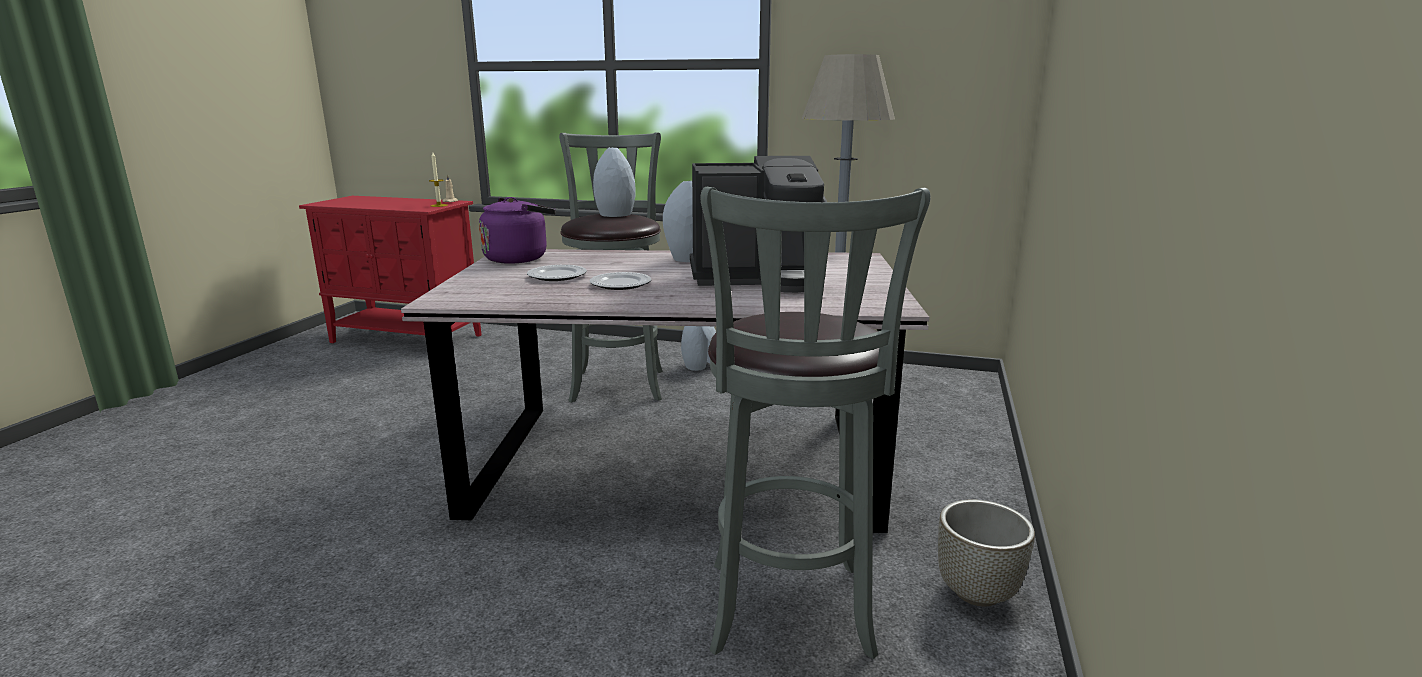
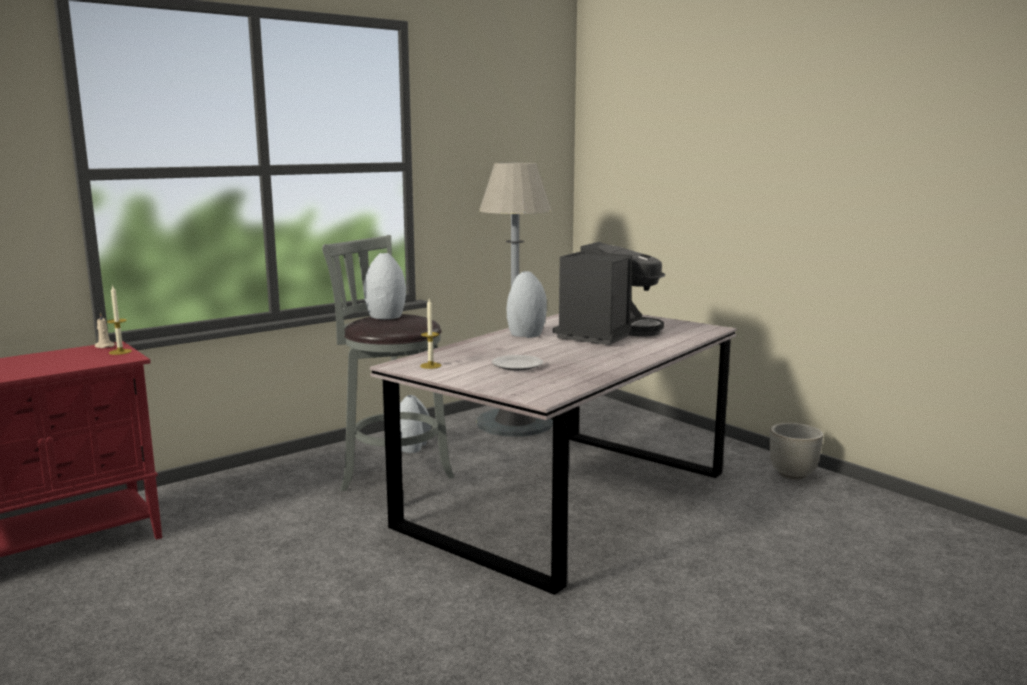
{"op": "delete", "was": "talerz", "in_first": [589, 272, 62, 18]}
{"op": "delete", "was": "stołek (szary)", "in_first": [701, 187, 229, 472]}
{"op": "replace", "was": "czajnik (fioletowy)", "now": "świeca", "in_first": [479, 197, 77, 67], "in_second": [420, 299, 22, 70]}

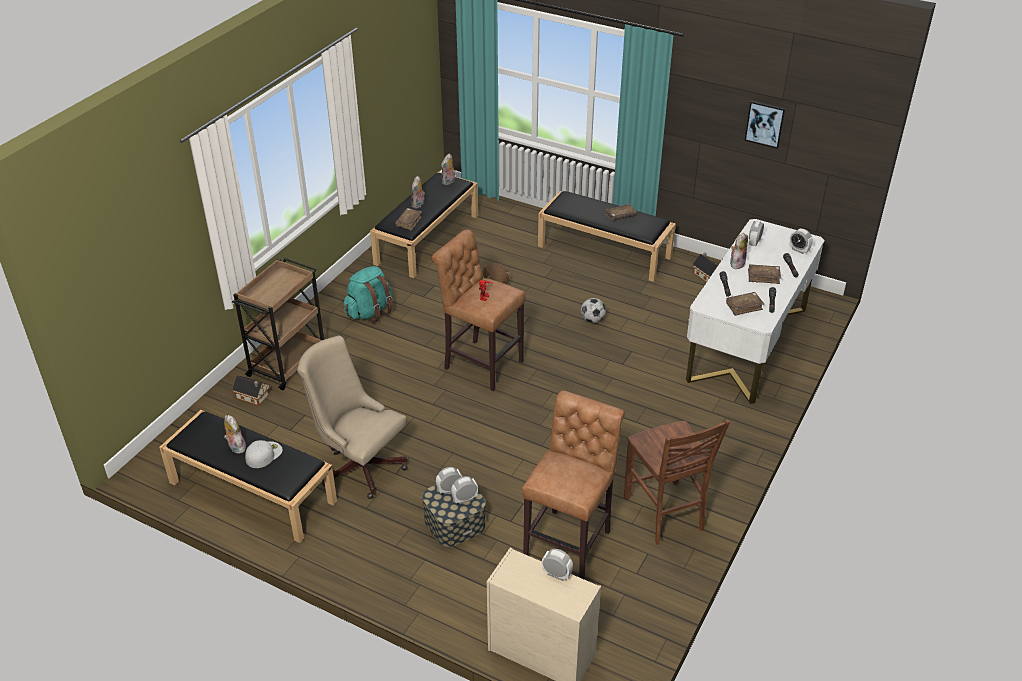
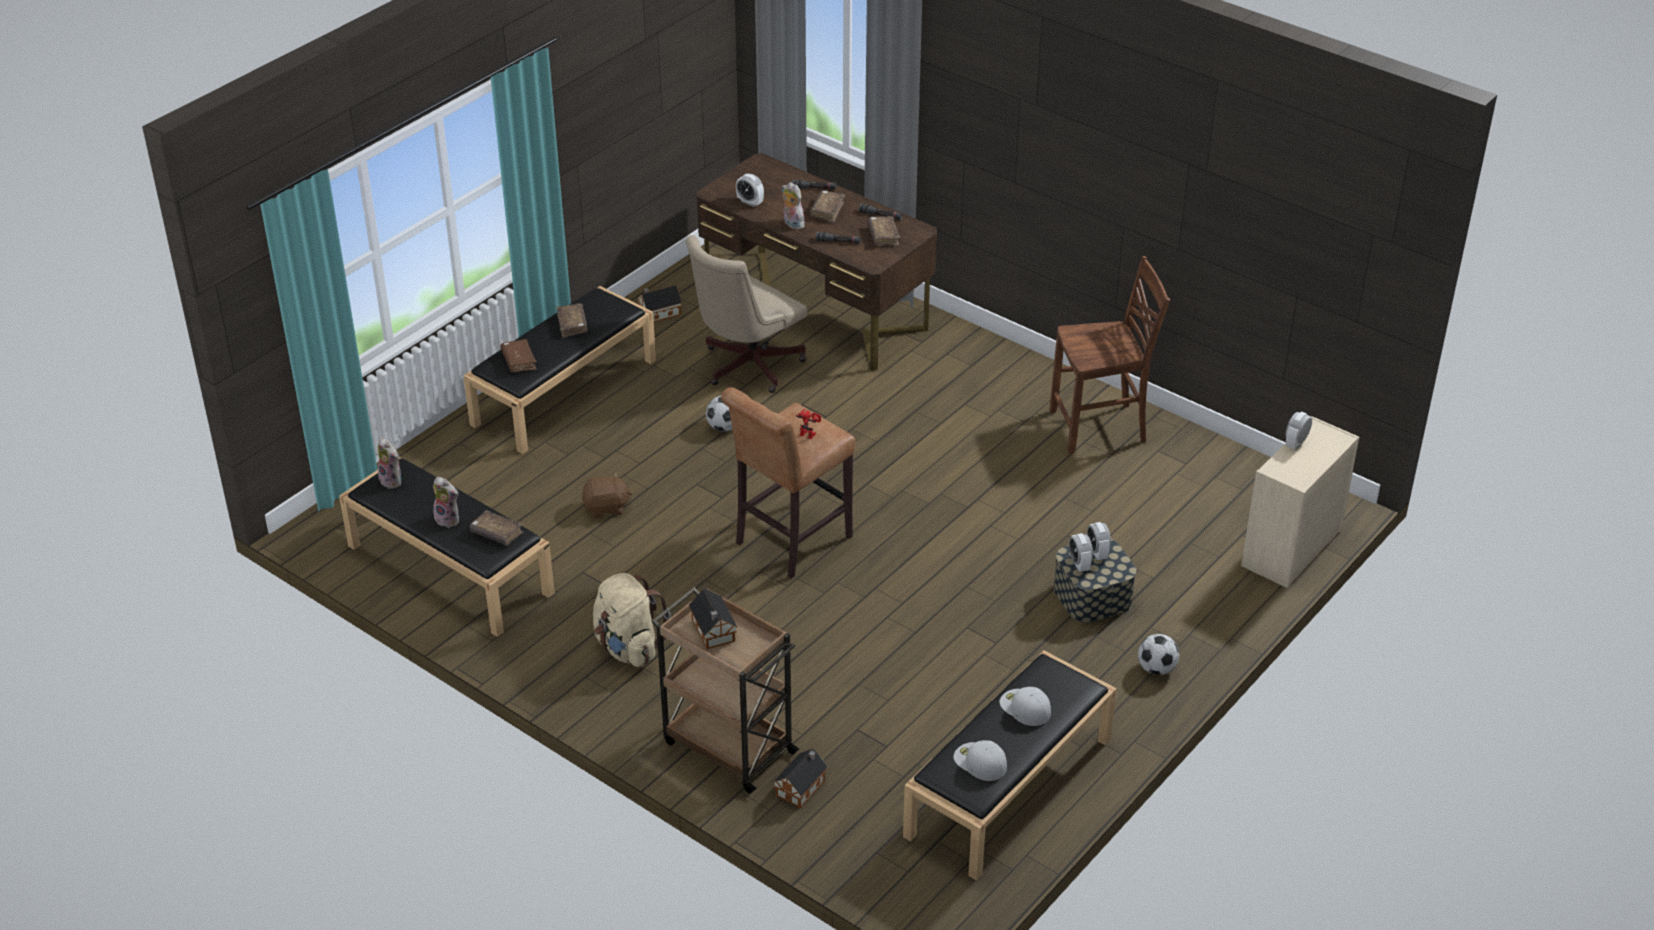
{"op": "delete", "was": "pluszak", "in_first": [224, 415, 22, 39]}
{"op": "delete", "was": "stołek (brązowy)", "in_first": [522, 390, 103, 190]}
{"op": "delete", "was": "obraz", "in_first": [745, 101, 40, 48]}
{"op": "delete", "was": "budzik", "in_first": [789, 229, 24, 25]}
{"op": "insert", "now": "książka (brązowy)", "in_second": [500, 339, 37, 33]}
{"op": "insert", "now": "domek", "in_second": [689, 589, 49, 60]}
{"op": "insert", "now": "czapka z daszkiem (biały)", "in_second": [953, 740, 54, 41]}
{"op": "insert", "now": "piłka futbolowa", "in_second": [1138, 634, 41, 41]}
{"op": "move", "was": "krzesło biurowe (beżowy)", "in_first": [297, 336, 111, 163], "in_second": [686, 235, 121, 158]}
{"op": "recolor", "was": "plecak (turkusowy)", "now": "plecak (beżowy)", "in_first": [344, 266, 49, 57], "in_second": [593, 573, 78, 94]}
{"op": "recolor", "was": "biurko (biały)", "now": "biurko (brązowy)", "in_first": [686, 219, 139, 185], "in_second": [696, 153, 241, 218]}

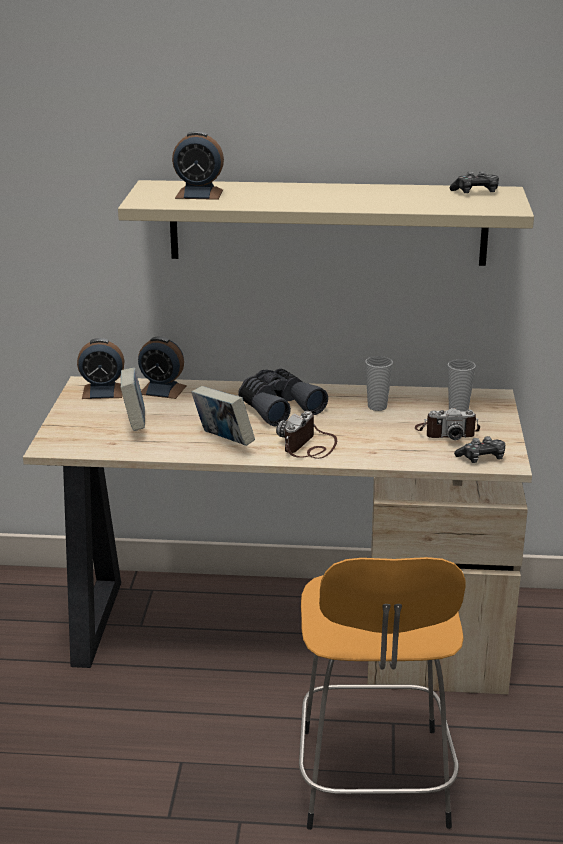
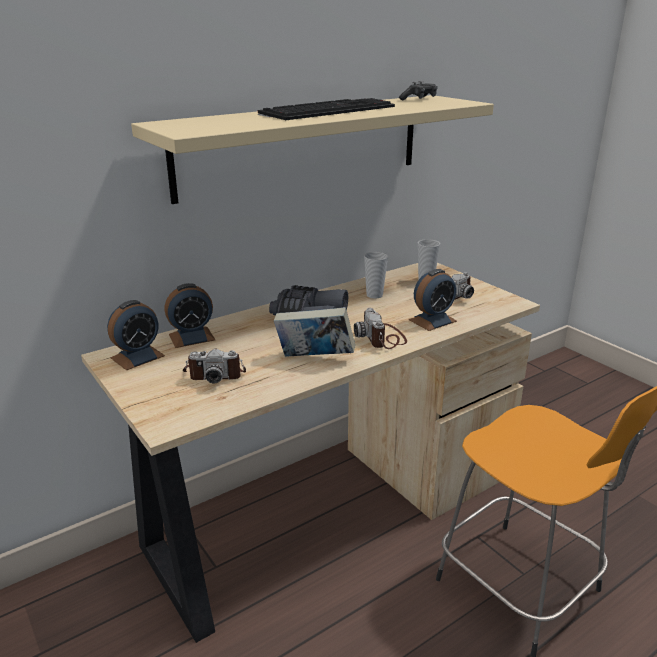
{"op": "delete", "was": "pad do gier", "in_first": [454, 436, 51, 27]}
{"op": "insert", "now": "klawiatura", "in_second": [258, 98, 137, 22]}
{"op": "move", "was": "budzik", "in_first": [172, 131, 52, 69], "in_second": [409, 269, 48, 62]}
{"op": "replace", "was": "książka", "now": "aparat fotograficzny", "in_first": [120, 367, 25, 64], "in_second": [183, 349, 63, 35]}

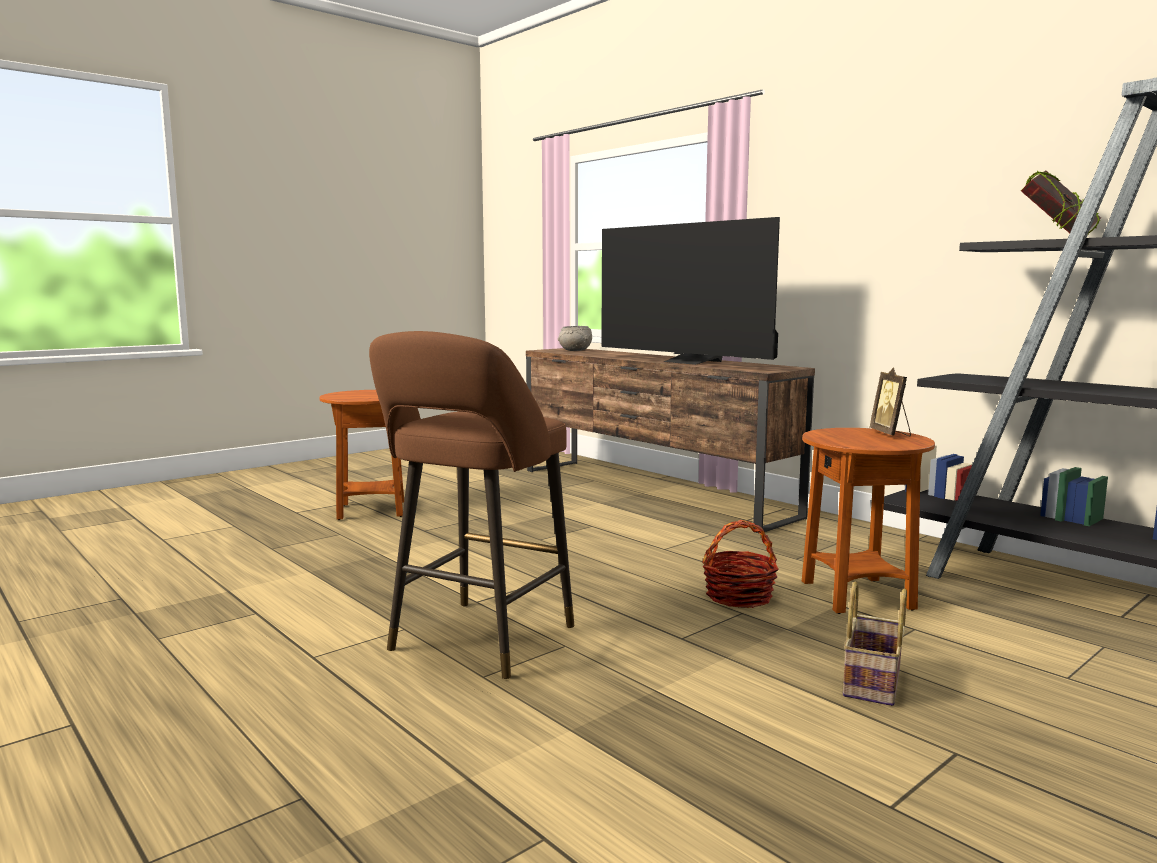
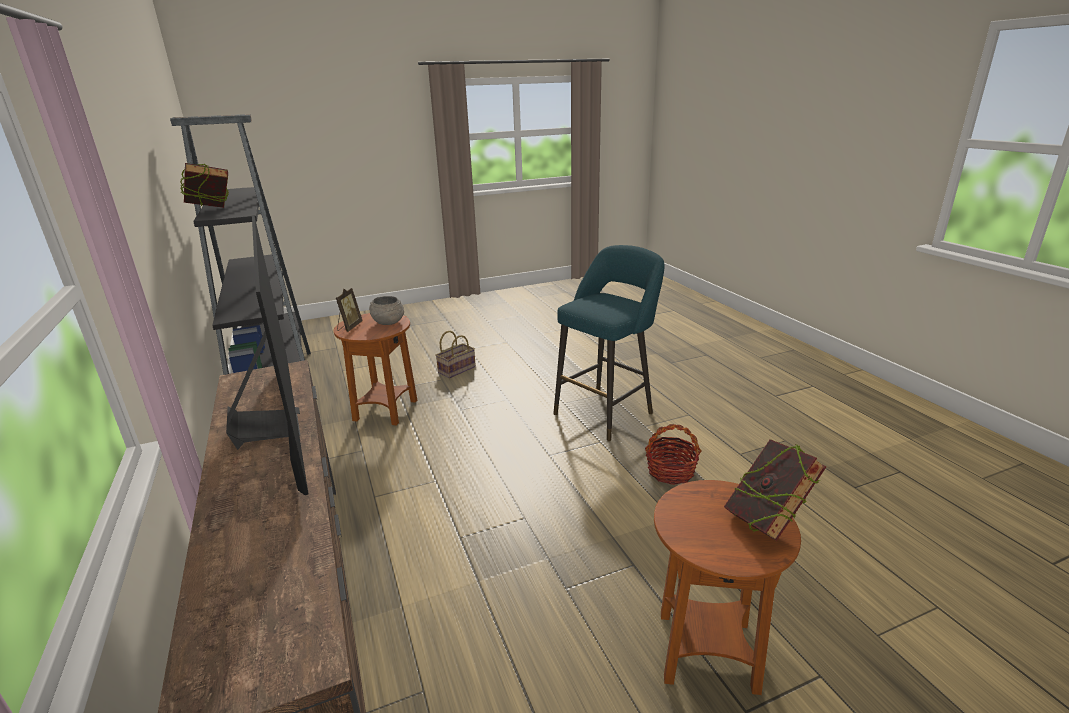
{"op": "insert", "now": "książka", "in_second": [724, 439, 102, 102]}
{"op": "move", "was": "miska (szary)", "in_first": [558, 326, 34, 25], "in_second": [369, 296, 35, 29]}
{"op": "move", "was": "koszyk", "in_first": [703, 520, 76, 88], "in_second": [645, 424, 56, 61]}
{"op": "recolor", "was": "stołek (brązowy)", "now": "stołek (turkusowy)", "in_first": [369, 331, 205, 348], "in_second": [553, 245, 112, 196]}

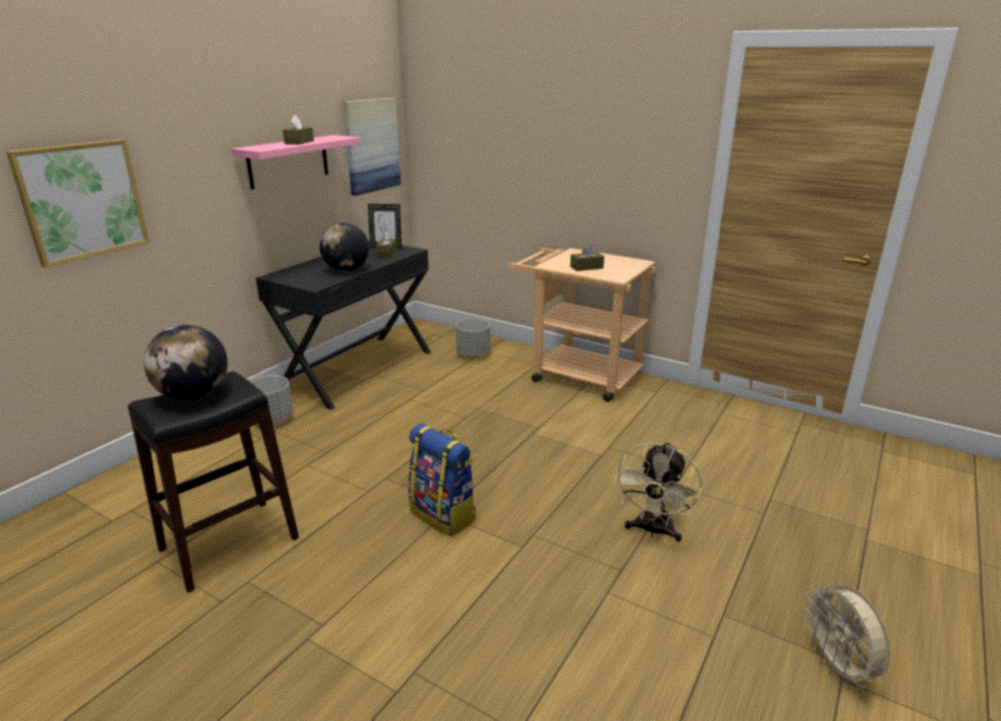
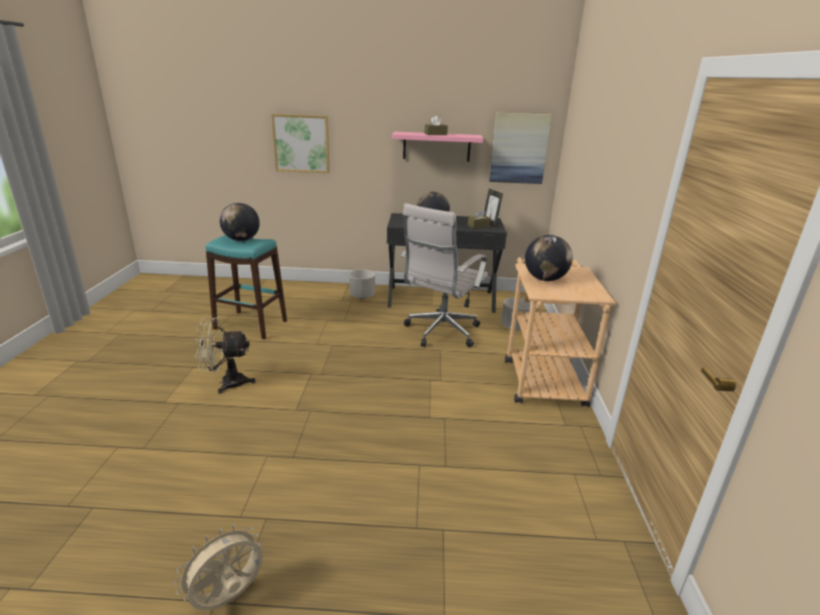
{"op": "delete", "was": "plecak", "in_first": [408, 423, 68, 113]}
{"op": "insert", "now": "krzesło biurowe (biały)", "in_second": [400, 203, 88, 144]}
{"op": "move", "was": "wentylator (beżowy)", "in_first": [614, 442, 88, 100], "in_second": [194, 318, 62, 76]}
{"op": "replace", "was": "pudełko chusteczek (brązowy)", "now": "globus", "in_first": [570, 243, 34, 28], "in_second": [525, 235, 48, 46]}
{"op": "recolor", "was": "stołek (czarny)", "now": "stołek (turkusowy)", "in_first": [128, 371, 171, 222], "in_second": [205, 235, 82, 104]}

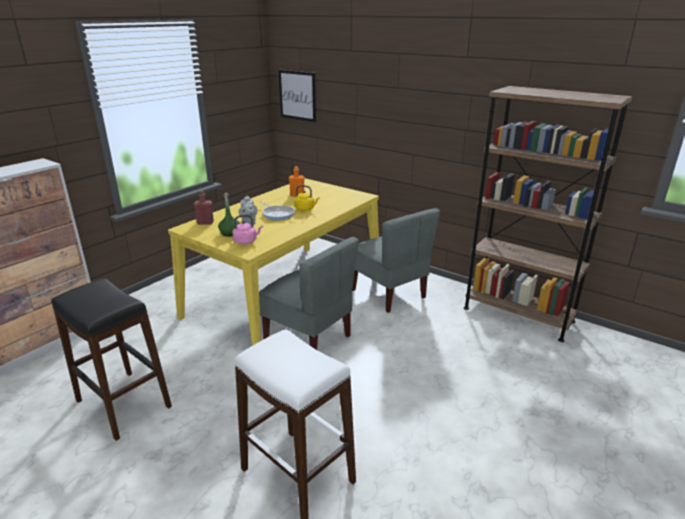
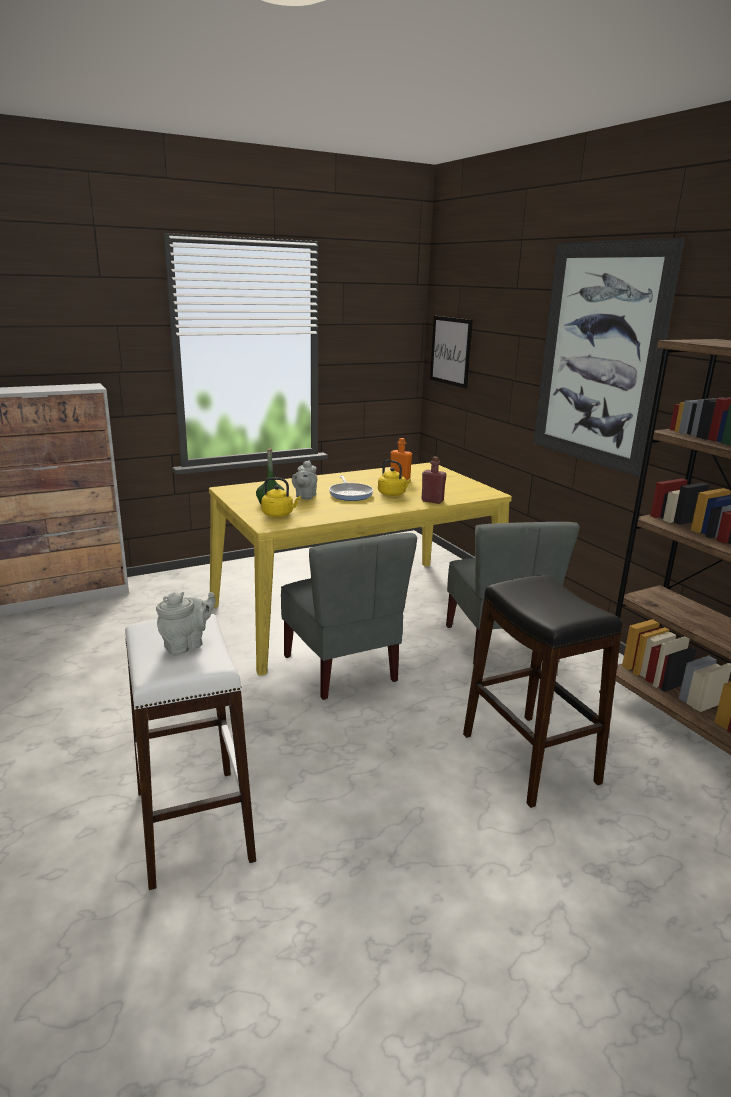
{"op": "insert", "now": "imbryk (szary)", "in_second": [156, 592, 60, 63]}
{"op": "insert", "now": "obraz", "in_second": [533, 238, 152, 240]}
{"op": "move", "was": "stołek (czarny)", "in_first": [51, 279, 121, 162], "in_second": [463, 575, 160, 233]}
{"op": "move", "was": "butelka (czerwony)", "in_first": [194, 191, 20, 34], "in_second": [421, 457, 26, 47]}
{"op": "recolor", "was": "czajnik (różowy)", "now": "czajnik (żółty)", "in_first": [232, 215, 31, 29], "in_second": [261, 477, 40, 40]}

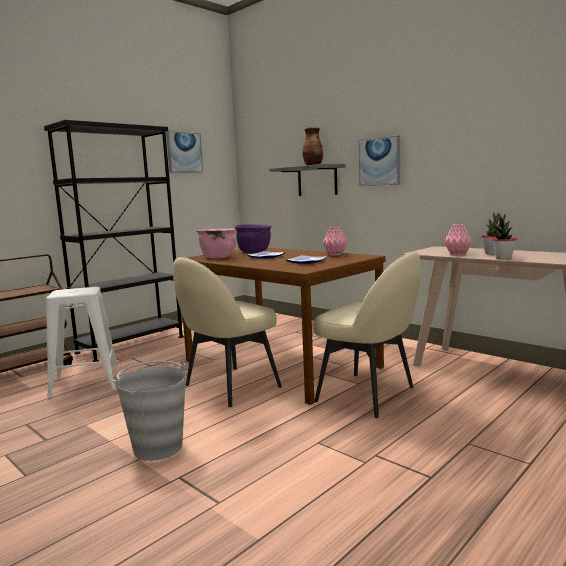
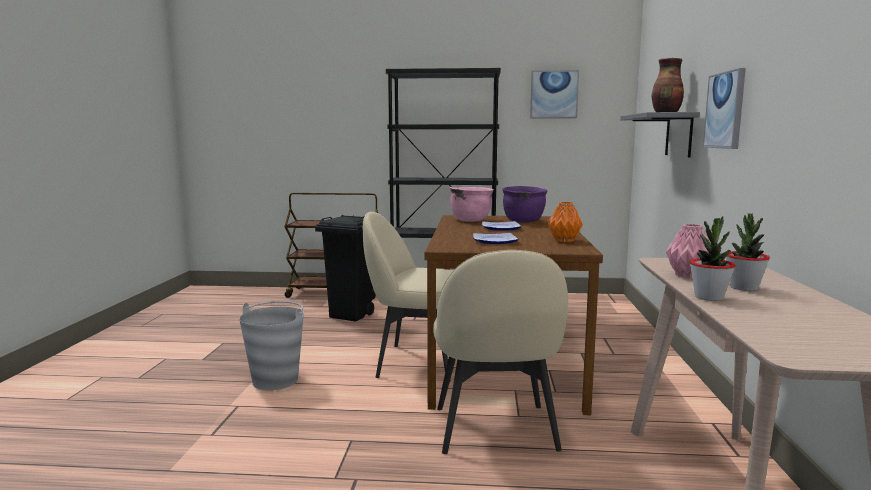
{"op": "replace", "was": "stołek (biały)", "now": "kosz na śmieci (czarny)", "in_first": [46, 287, 73, 111], "in_second": [315, 215, 59, 107]}
{"op": "recolor", "was": "wazon (różowy)", "now": "wazon (pomarańczowy)", "in_first": [322, 226, 25, 30], "in_second": [548, 202, 35, 40]}

